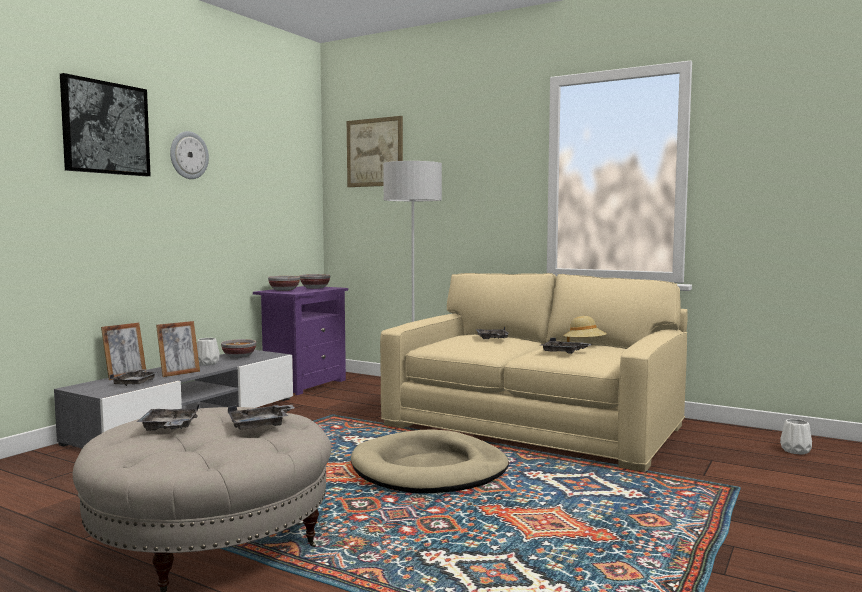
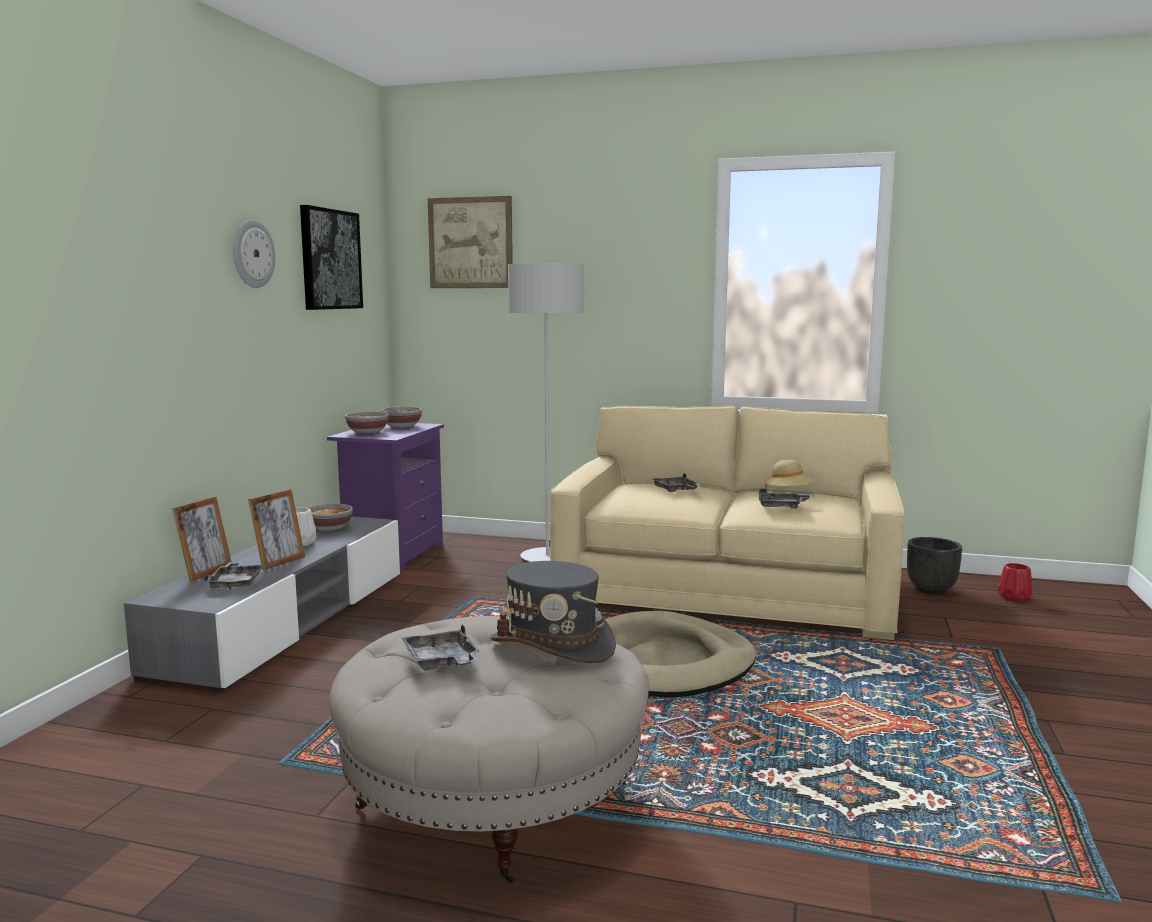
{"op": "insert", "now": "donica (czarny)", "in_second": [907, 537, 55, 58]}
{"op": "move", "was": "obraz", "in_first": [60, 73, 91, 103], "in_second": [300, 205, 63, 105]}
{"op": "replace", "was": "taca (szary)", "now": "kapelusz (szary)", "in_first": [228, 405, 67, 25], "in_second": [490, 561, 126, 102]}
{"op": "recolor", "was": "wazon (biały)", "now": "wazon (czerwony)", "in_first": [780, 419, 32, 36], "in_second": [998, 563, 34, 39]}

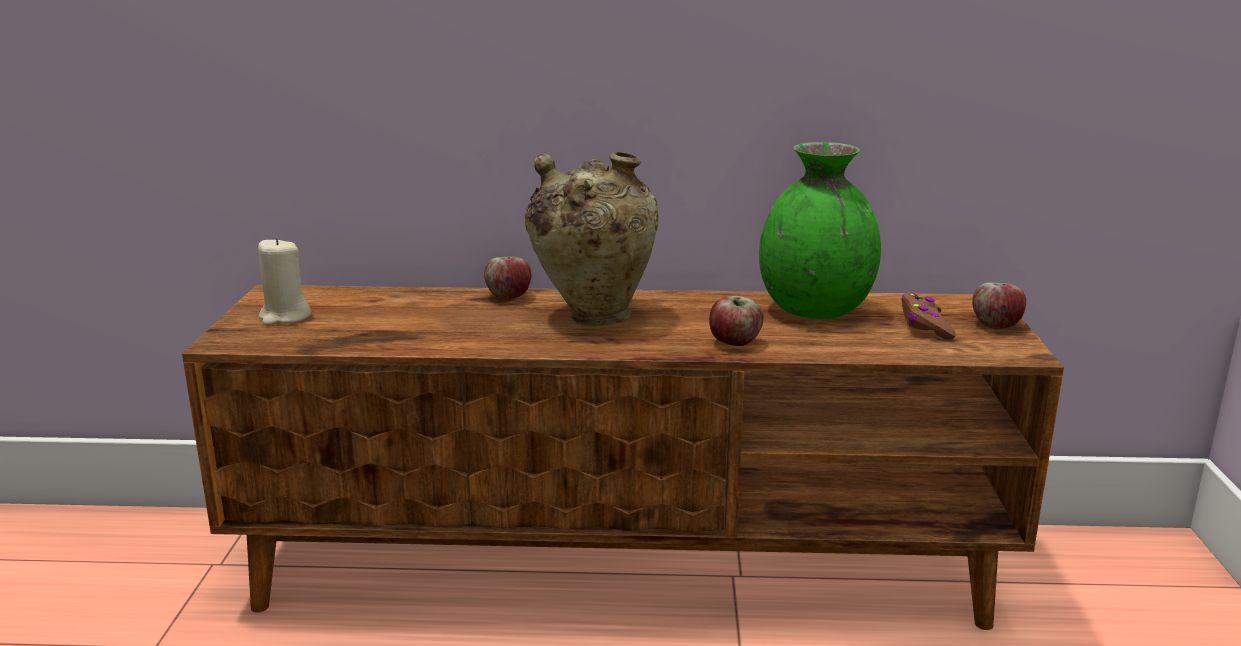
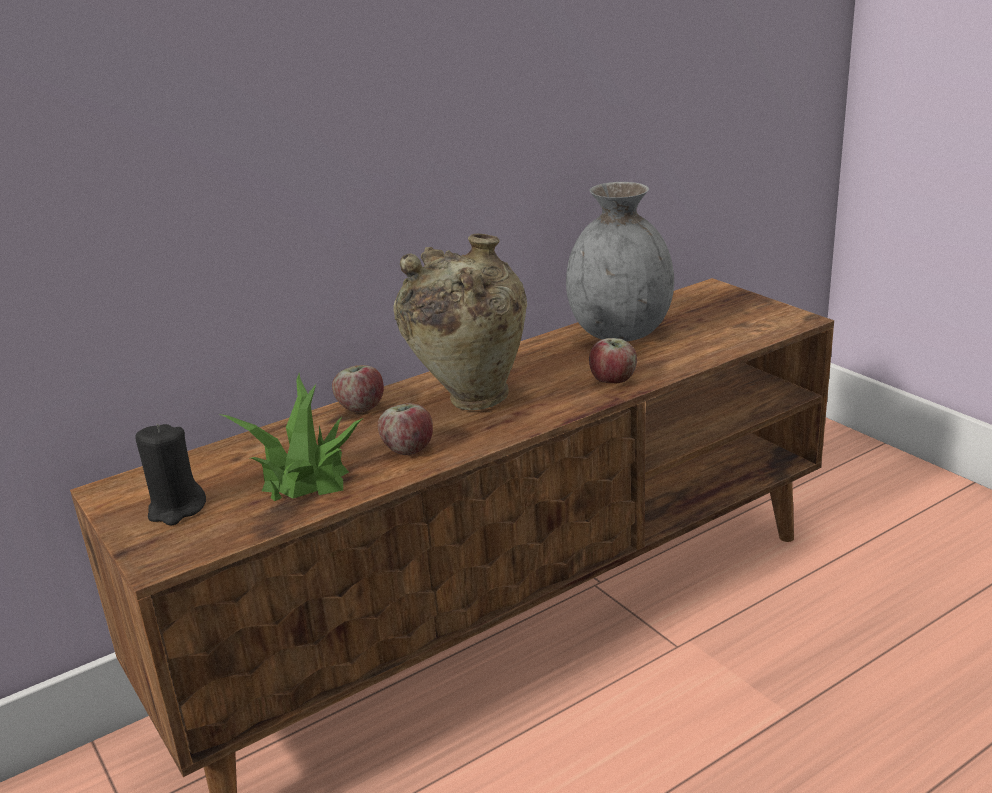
{"op": "delete", "was": "pad do gier (brązowy)", "in_first": [901, 293, 55, 47]}
{"op": "insert", "now": "roślina doniczkowa", "in_second": [219, 373, 144, 128]}
{"op": "move", "was": "jabłko", "in_first": [972, 282, 54, 47], "in_second": [378, 403, 55, 52]}
{"op": "recolor", "was": "świeca (beżowy)", "now": "świeca (czarny)", "in_first": [258, 237, 53, 88], "in_second": [135, 424, 71, 101]}
{"op": "recolor", "was": "wazon (zielony)", "now": "wazon (szary)", "in_first": [759, 142, 122, 177], "in_second": [566, 182, 108, 159]}

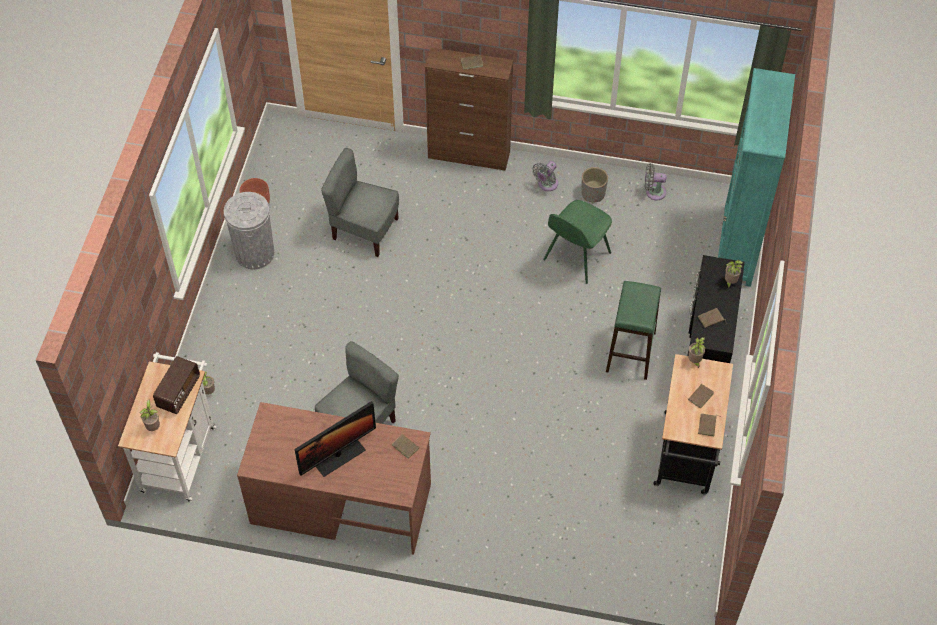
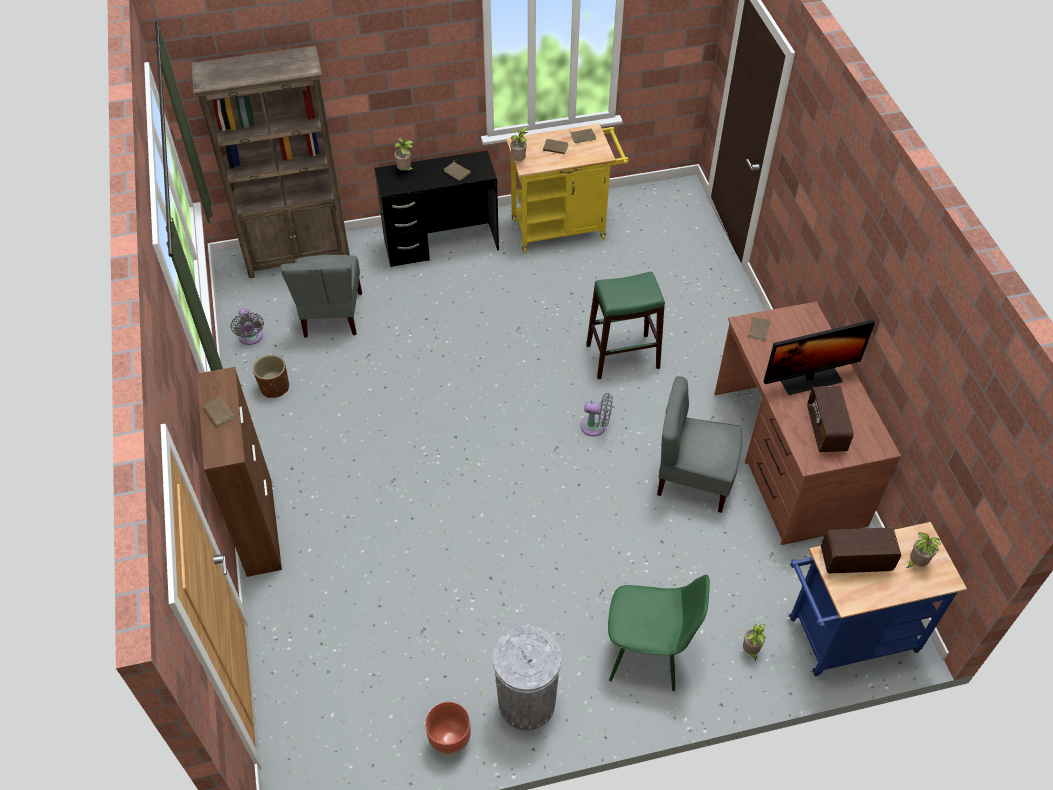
{"op": "insert", "now": "radio", "in_second": [807, 386, 47, 66]}
{"op": "move", "was": "krzesło (szary)", "in_first": [321, 148, 78, 109], "in_second": [280, 255, 82, 83]}
{"op": "move", "was": "wentylator (szary)", "in_first": [532, 161, 26, 30], "in_second": [580, 393, 33, 43]}
{"op": "move", "was": "krzesło (zielony)", "in_first": [543, 200, 69, 84], "in_second": [608, 575, 102, 116]}
{"op": "move", "was": "stołek (zielony)", "in_first": [606, 281, 55, 99], "in_second": [586, 272, 79, 107]}
{"op": "recolor", "was": "wózek (biały)", "now": "wózek (niebieski)", "in_first": [118, 352, 99, 150], "in_second": [788, 522, 179, 154]}
{"op": "recolor", "was": "donica (szary)", "now": "donica (brązowy)", "in_first": [581, 167, 27, 35], "in_second": [253, 355, 36, 43]}
{"op": "recolor", "was": "wózek (czarny)", "now": "wózek (żółty)", "in_first": [653, 354, 80, 141], "in_second": [506, 124, 123, 129]}
{"op": "recolor", "was": "regał (turkusowy)", "now": "regał (brązowy)", "in_first": [718, 68, 77, 219], "in_second": [191, 46, 159, 232]}
{"op": "rotate", "was": "monitor", "in_first": [295, 401, 81, 76], "in_second": [763, 320, 112, 75], "clockwise": 135}

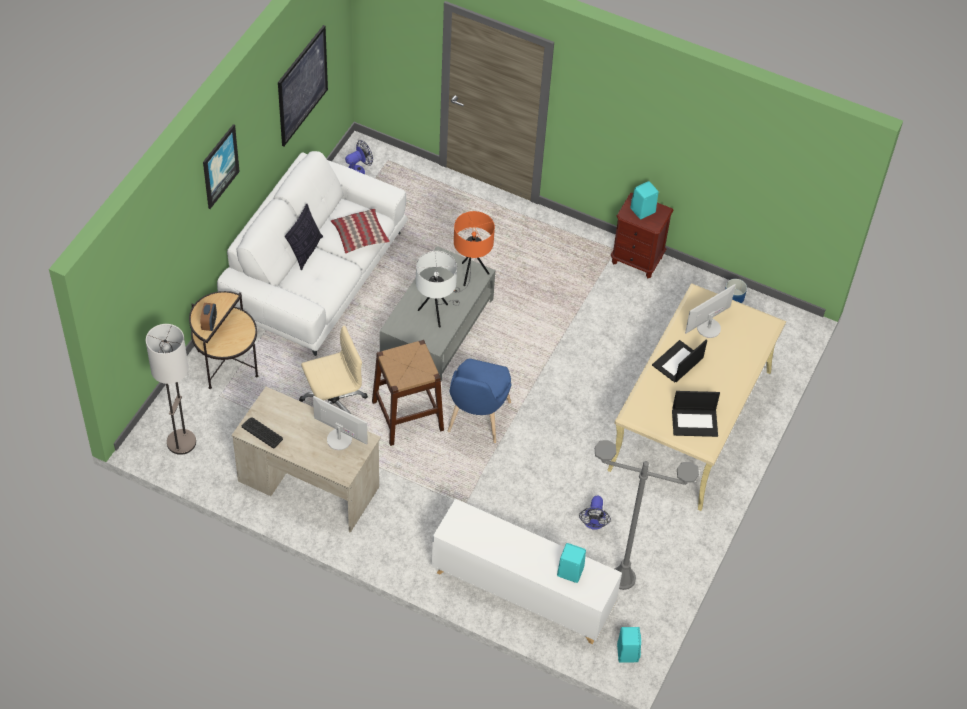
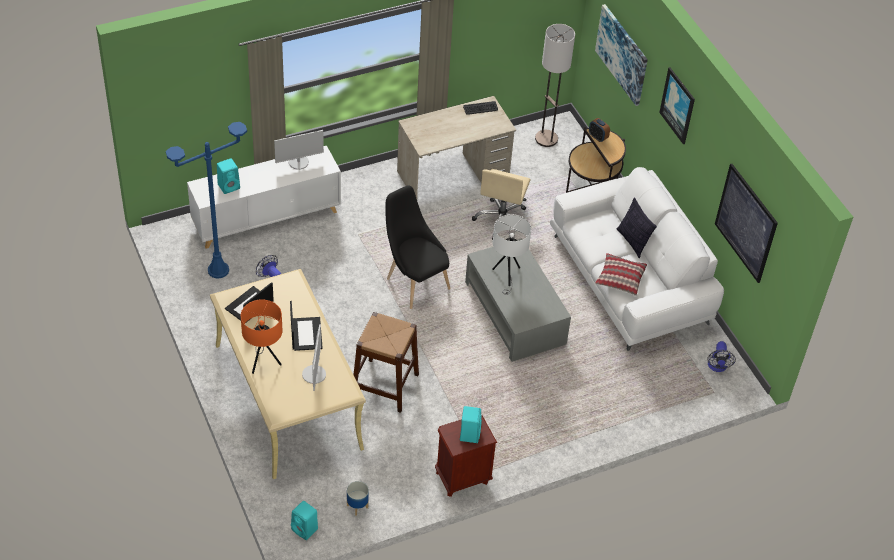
{"op": "insert", "now": "obraz", "in_second": [595, 4, 53, 102]}
{"op": "move", "was": "monitor", "in_first": [313, 396, 55, 54], "in_second": [274, 130, 50, 40]}
{"op": "move", "was": "stołek (brązowy)", "in_first": [372, 340, 72, 106], "in_second": [353, 312, 66, 101]}
{"op": "move", "was": "lampa stołowa (pomarańczowy)", "in_first": [453, 211, 42, 82], "in_second": [241, 299, 41, 75]}
{"op": "move", "was": "głośnik (turkusowy)", "in_first": [617, 627, 24, 35], "in_second": [291, 501, 27, 39]}
{"op": "recolor", "was": "krzesło (niebieski)", "now": "krzesło (czarny)", "in_first": [448, 358, 64, 85], "in_second": [385, 185, 65, 124]}
{"op": "recolor", "was": "lampa stojąca (szary)", "now": "lampa stojąca (niebieski)", "in_first": [595, 440, 104, 150], "in_second": [166, 122, 81, 157]}

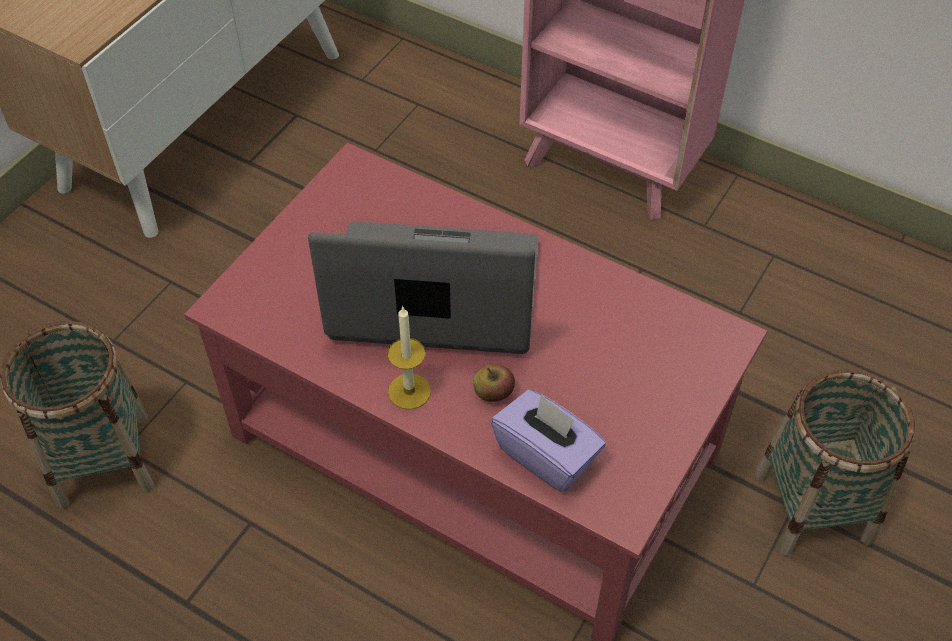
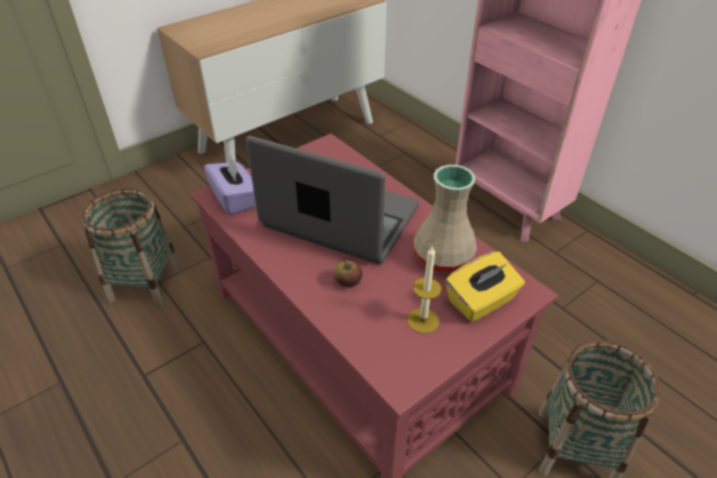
{"op": "insert", "now": "wazon (beżowy)", "in_second": [414, 165, 63, 108]}
{"op": "insert", "now": "pudełko chusteczek (żółty)", "in_second": [445, 251, 80, 71]}
{"op": "move", "was": "świeca", "in_first": [387, 306, 44, 104], "in_second": [408, 247, 34, 86]}
{"op": "move", "was": "pudełko chusteczek (fioletowy)", "in_first": [491, 390, 115, 103], "in_second": [204, 155, 52, 61]}

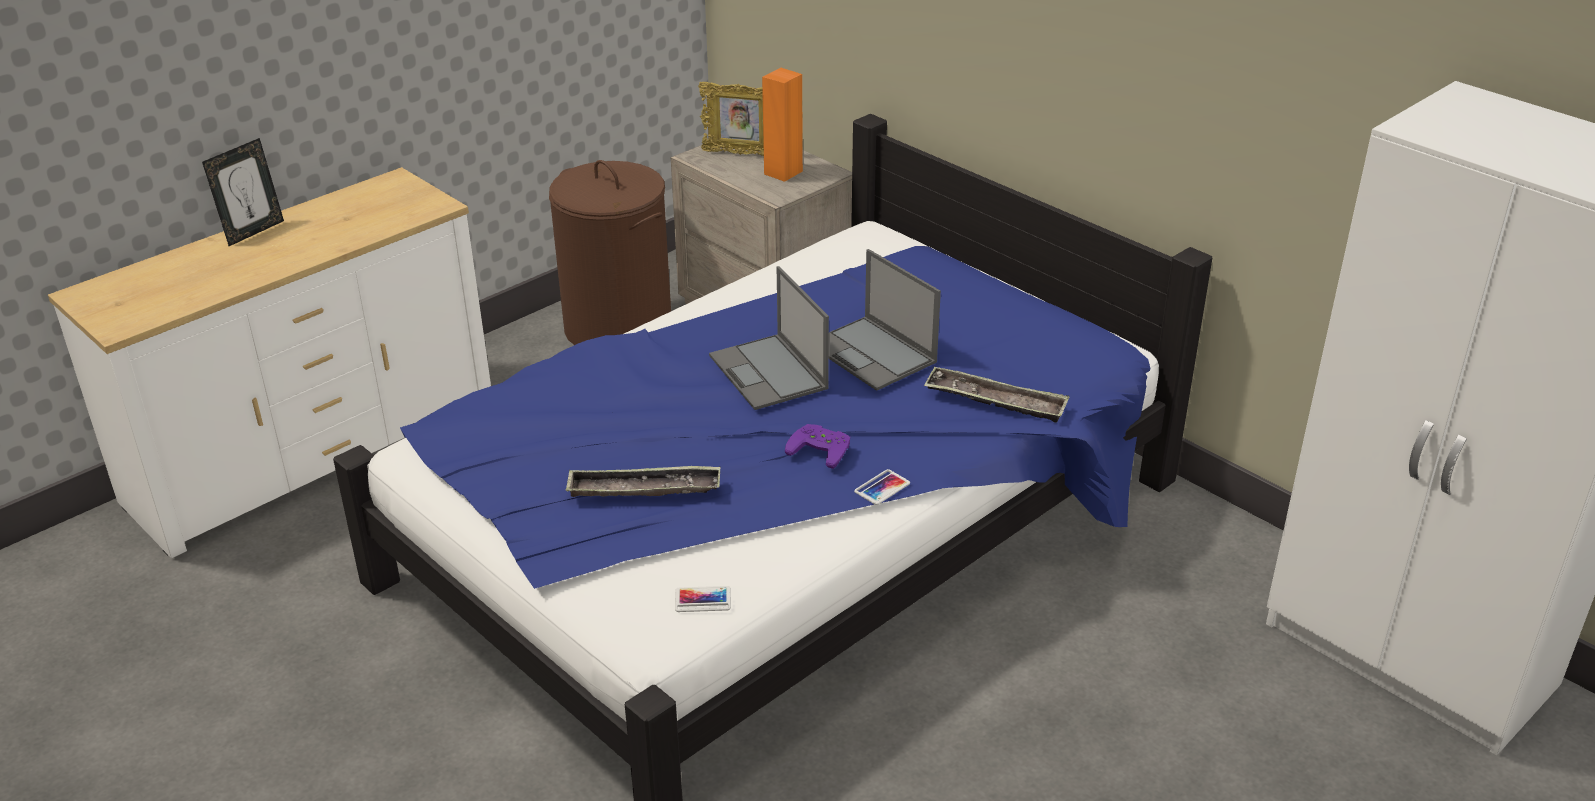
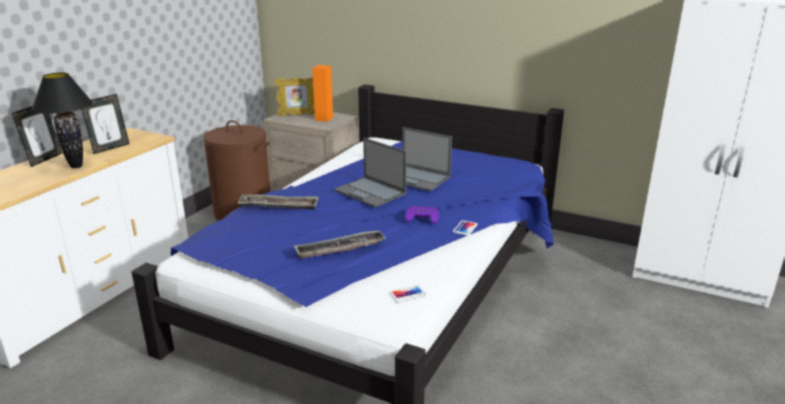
{"op": "insert", "now": "lampa stołowa (czarny)", "in_second": [31, 73, 62, 95]}
{"op": "insert", "now": "ramka na zdjęcie", "in_second": [81, 94, 49, 60]}
{"op": "move", "was": "taca", "in_first": [924, 366, 145, 57], "in_second": [238, 194, 80, 16]}

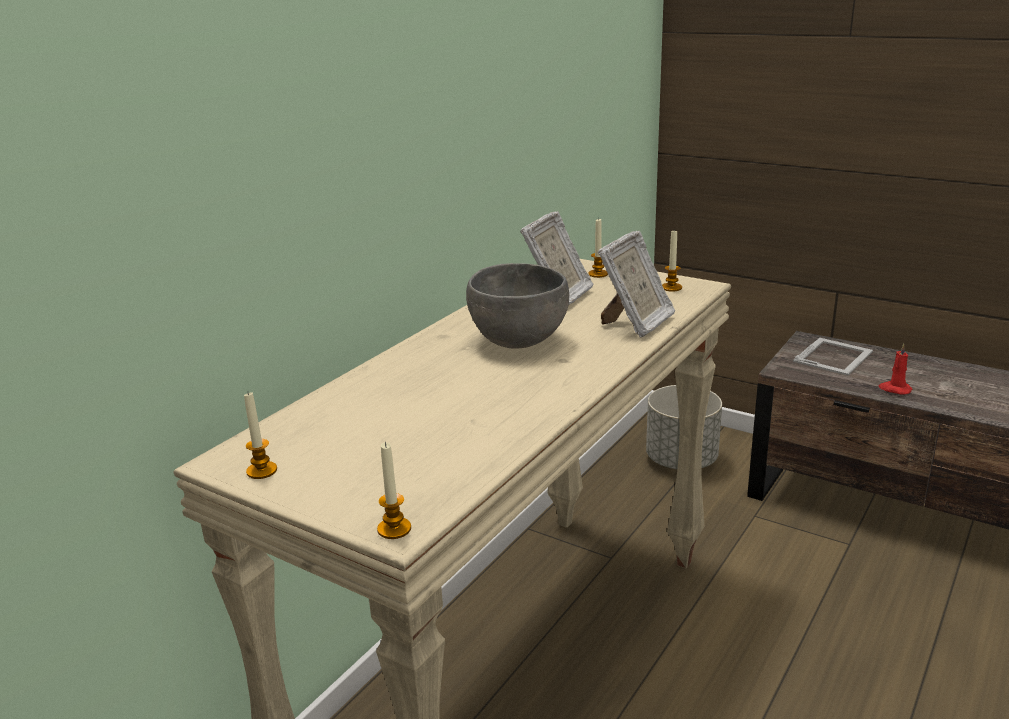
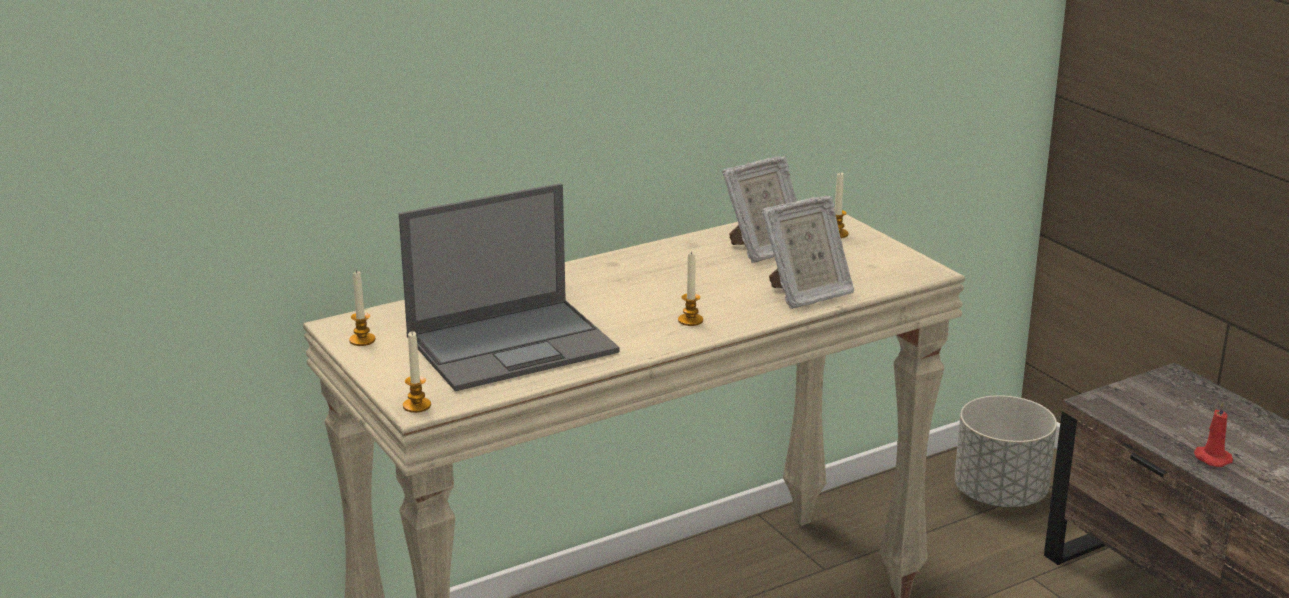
{"op": "delete", "was": "miska (szary)", "in_first": [466, 263, 103, 86]}
{"op": "delete", "was": "ramka na zdjęcie", "in_first": [793, 338, 80, 38]}
{"op": "insert", "now": "laptop", "in_second": [399, 183, 221, 208]}
{"op": "move", "was": "świeca", "in_first": [662, 229, 20, 63], "in_second": [678, 251, 25, 75]}

